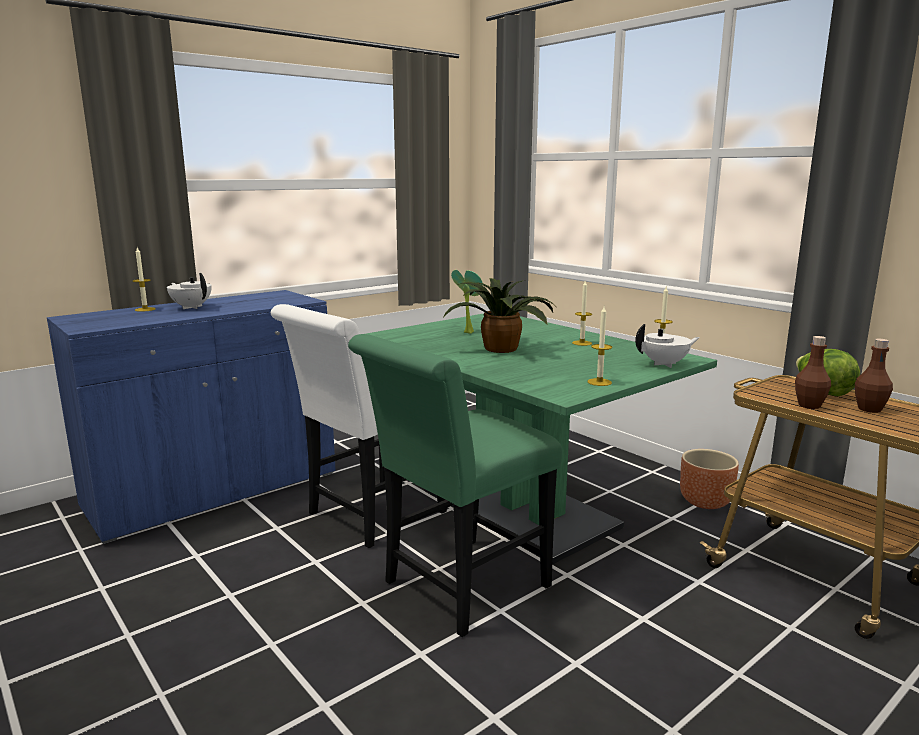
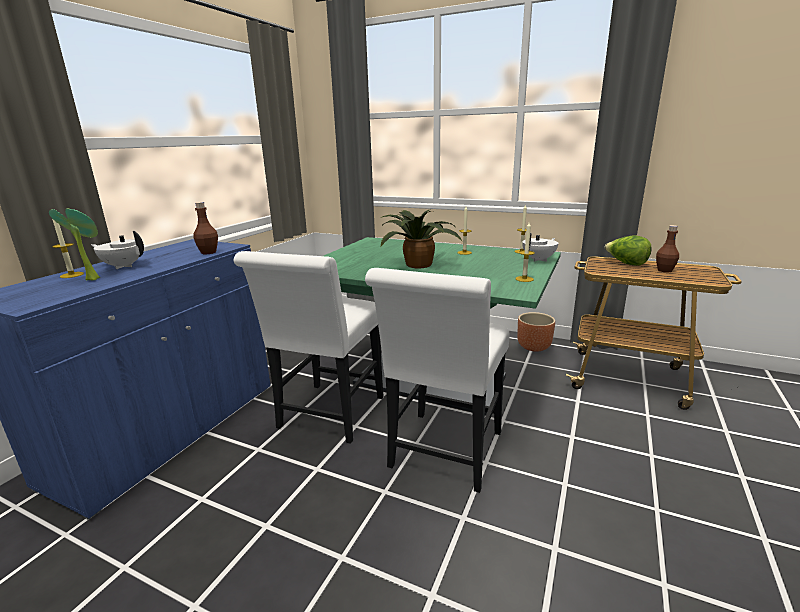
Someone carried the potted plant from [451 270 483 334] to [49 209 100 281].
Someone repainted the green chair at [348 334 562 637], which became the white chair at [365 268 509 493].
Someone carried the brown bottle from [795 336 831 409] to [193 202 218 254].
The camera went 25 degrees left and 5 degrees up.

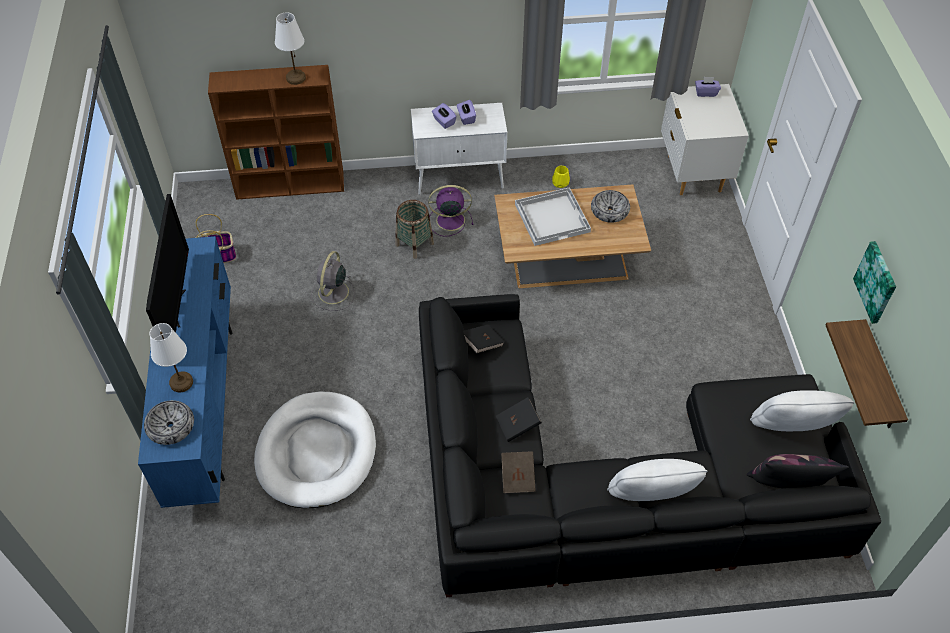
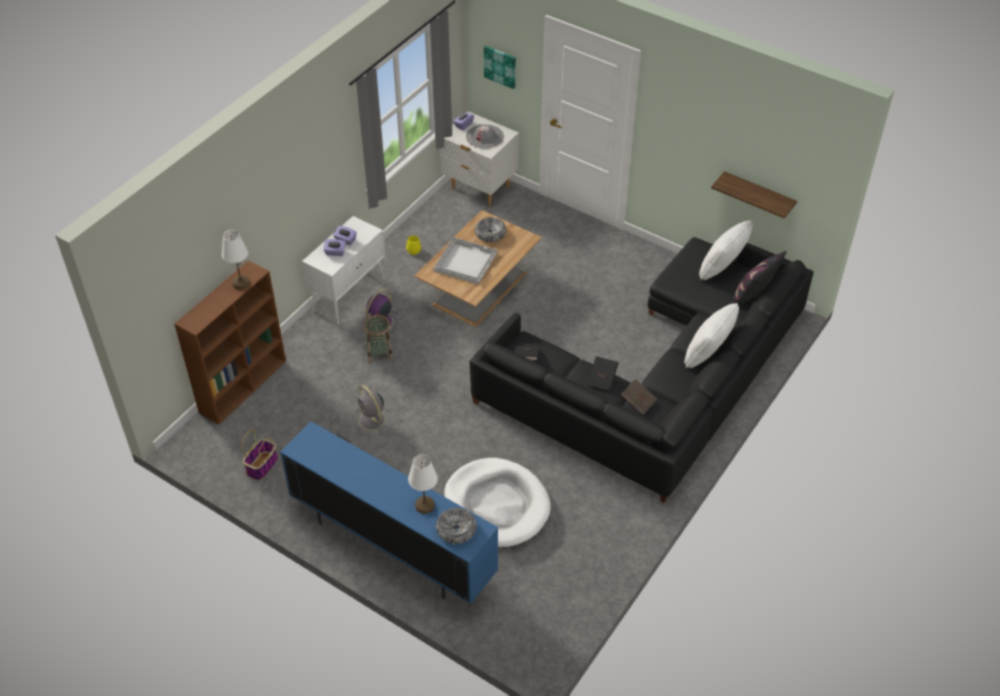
Someone took away the television at [146 194 189 333].
Someone carried the picture from [853 241 896 324] to [484 46 516 89].
Someone put down the grey hat at [466 124 504 149].
The camera went 50 degrees left and 5 degrees down.

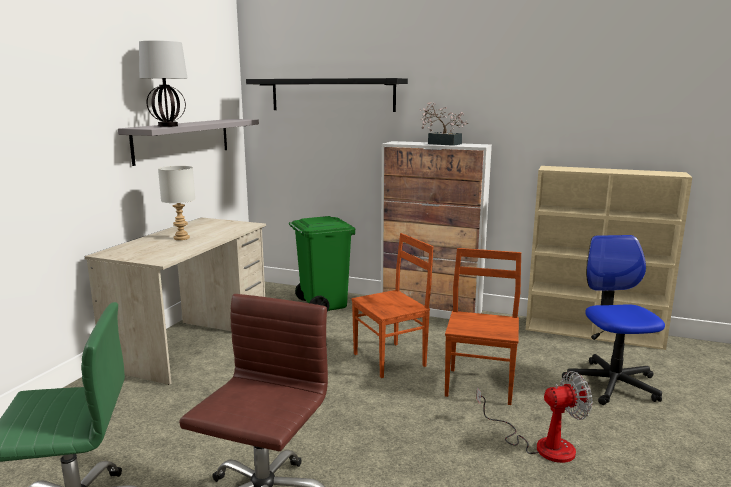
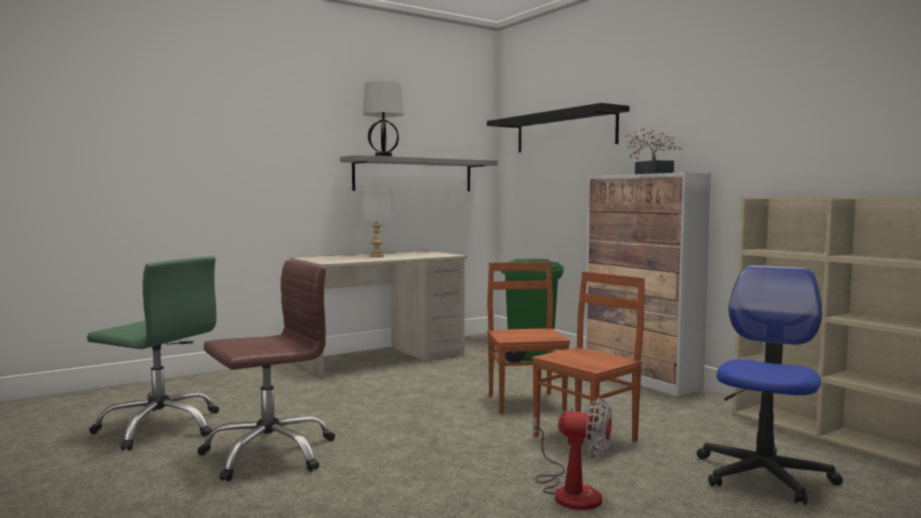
Someone rotated the brown chair at [351 233 434 378] by 105 degrees counterclockwise.
The camera went 35 degrees right and 10 degrees down.

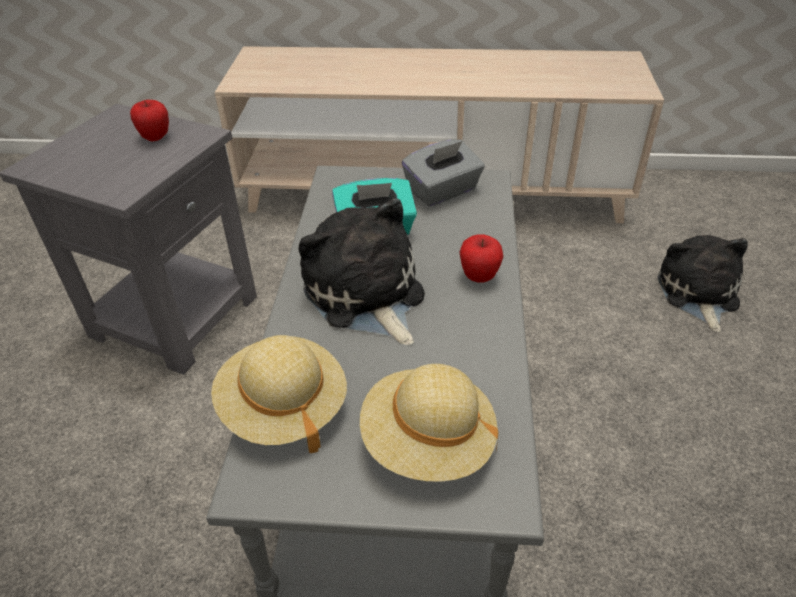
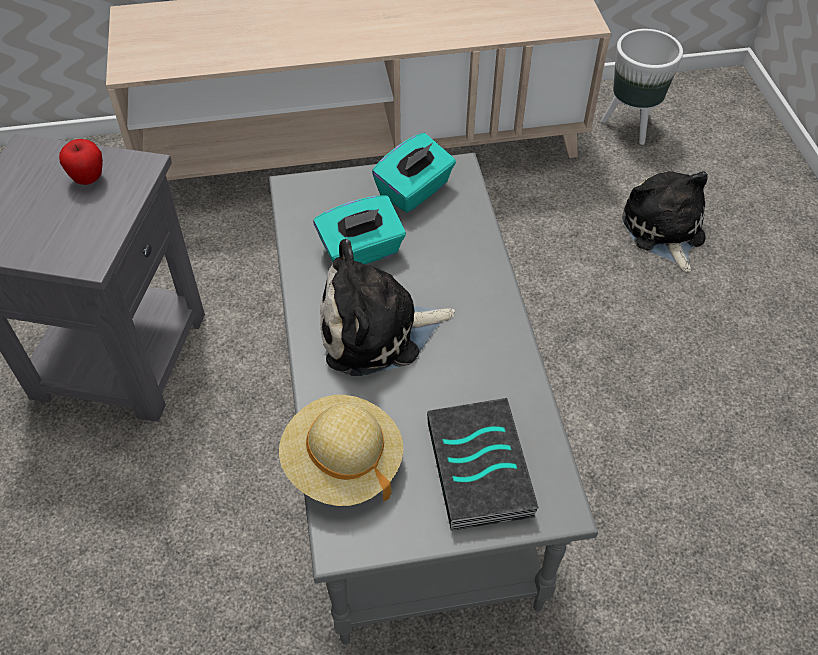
Someone repainted the grey tissue box at [402 139 485 206], which became the turquoise tissue box at [372 133 456 213].
Someone rotated the plush toy at [298 197 425 345] by 60 degrees counterclockwise.
Someone took away the apple at [459 234 504 282].
Someone swapped the beige hat at [360 364 499 482] for the book at [427 398 539 531].
Someone put down the white planter at [601 29 683 145].
The camera went 15 degrees left and 10 degrees up.

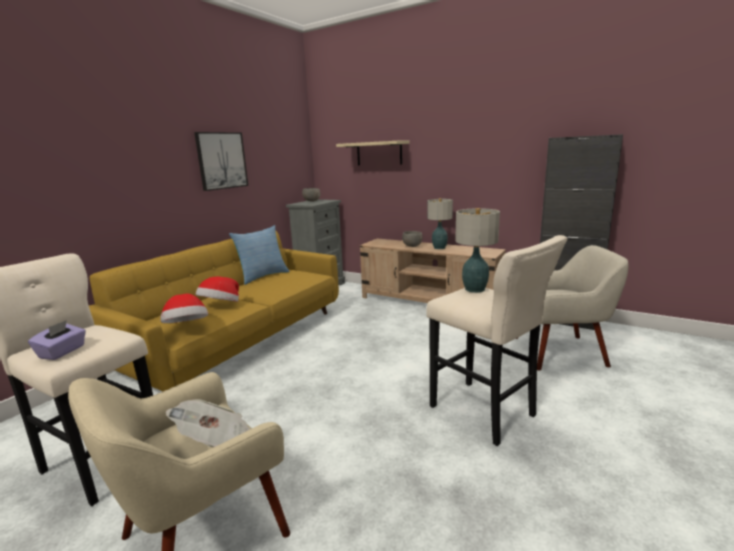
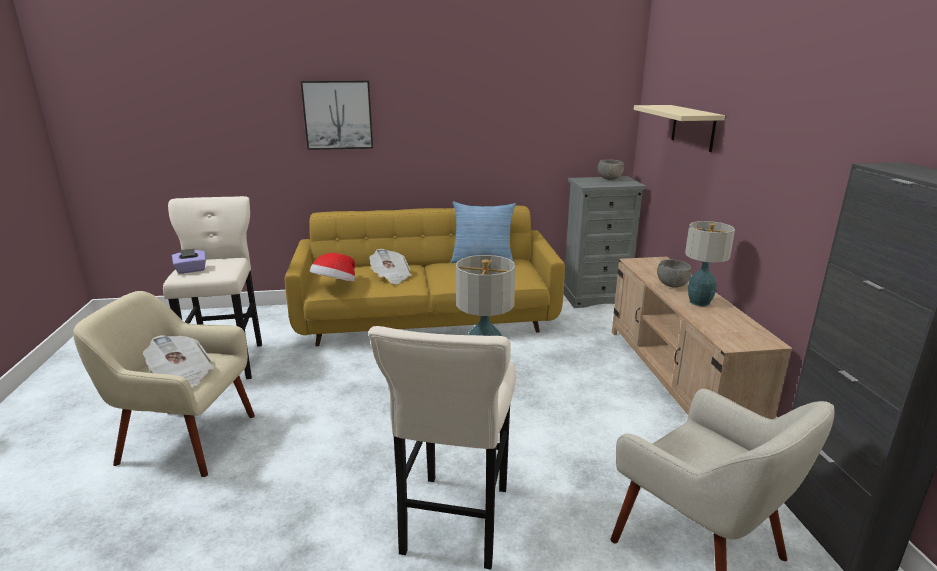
Someone carried the picture from [194 132 248 191] to [300 81 373 150].
Someone swapped the hat at [196 277 239 302] for the newspaper at [369 249 412 285].
The camera went 50 degrees right and 5 degrees up.

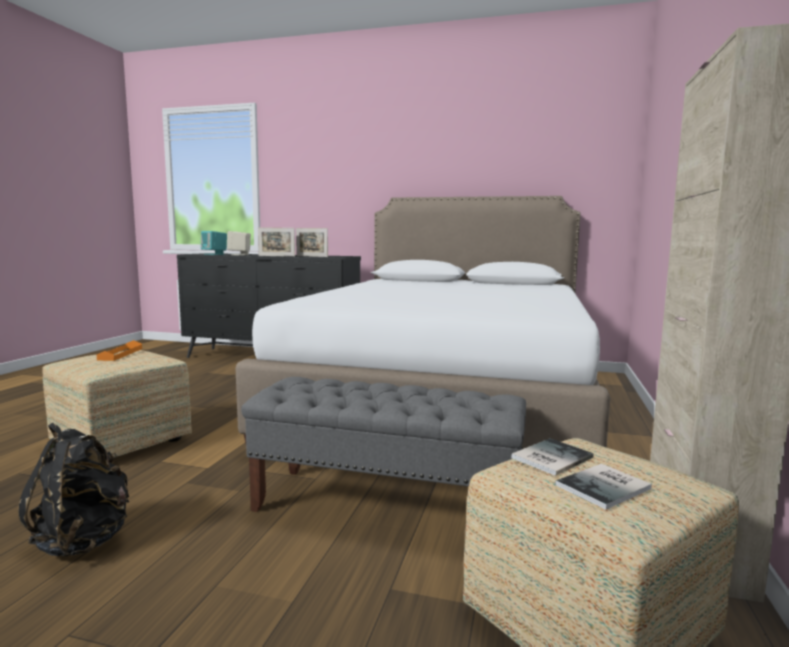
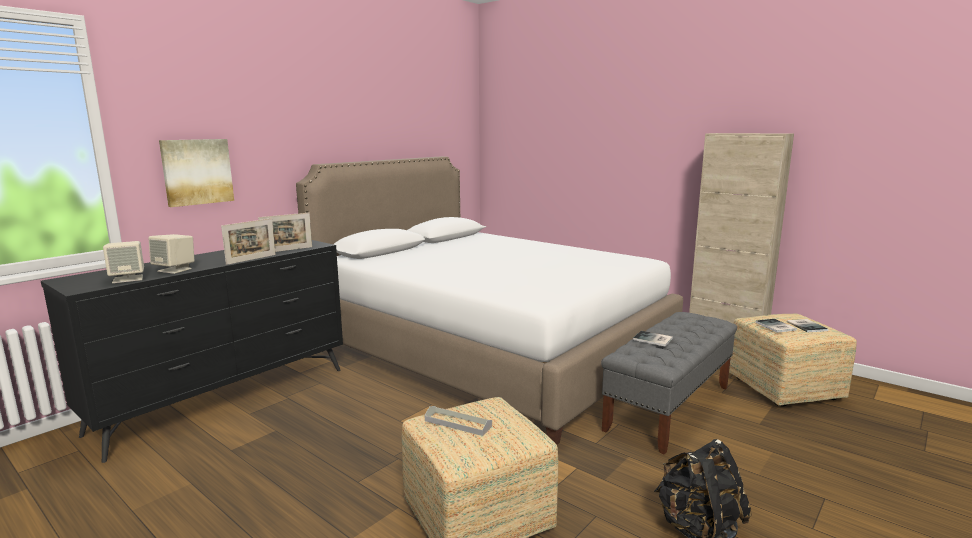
Someone repainted the turquoise speaker at [201 231 227 255], which became the beige speaker at [103 241 144 283].
Someone repainted the orange tray at [97 340 142 361], which became the grey tray at [425 406 492 436].
Someone put up the picture at [159 139 234 207].
Someone put down the book at [633 331 673 347].
The camera went 65 degrees left and 5 degrees up.

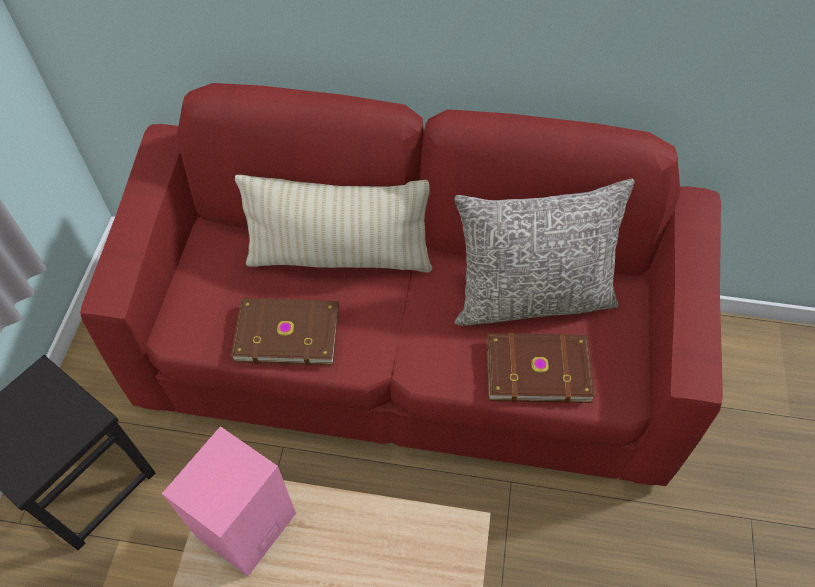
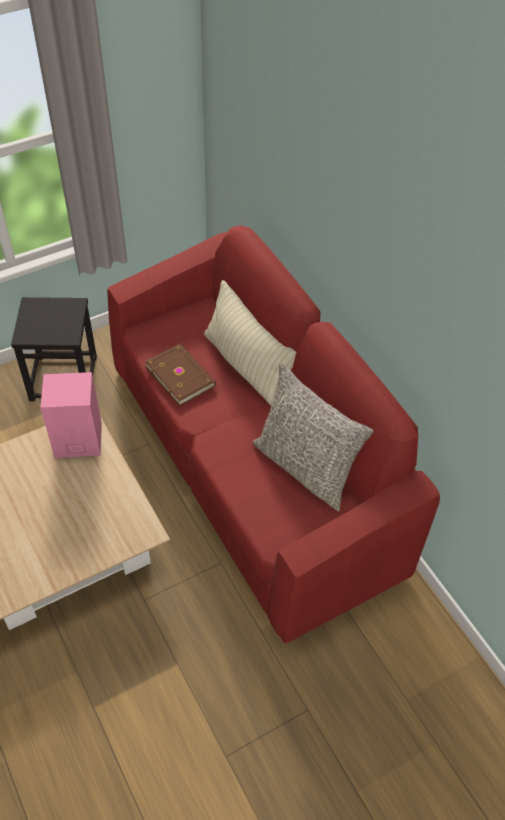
Someone took away the brown book at [487 333 595 403].
The camera went 50 degrees right and 5 degrees down.

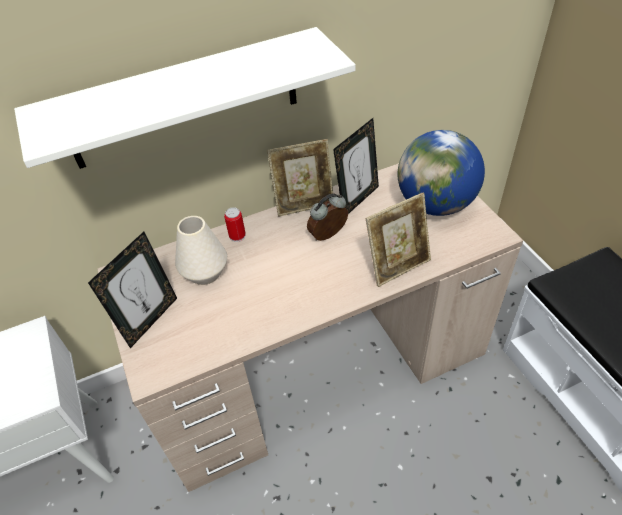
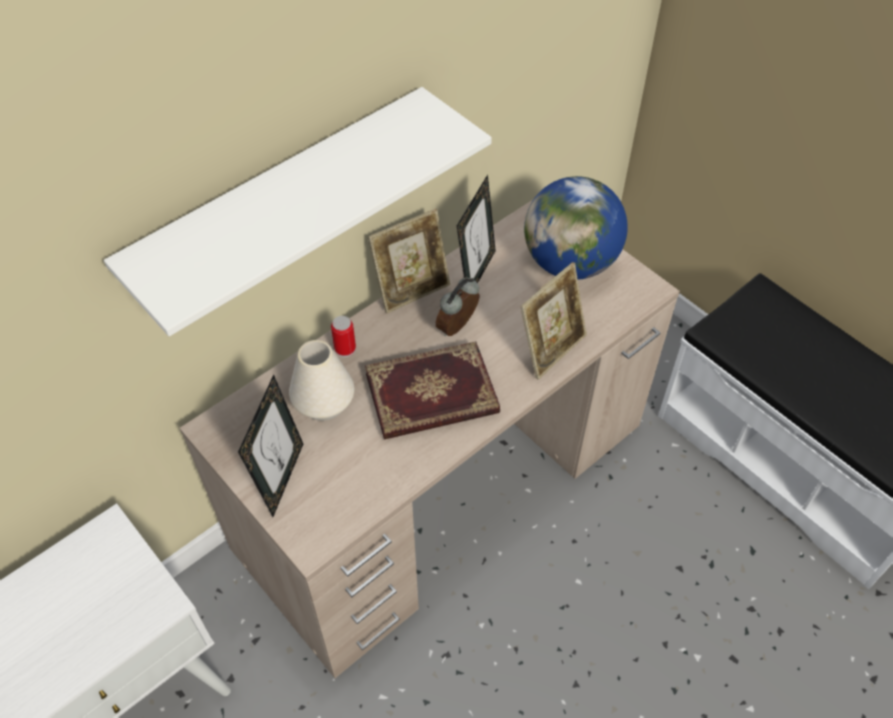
Someone put down the book at [365 341 500 440].
The camera went 20 degrees left and 5 degrees up.

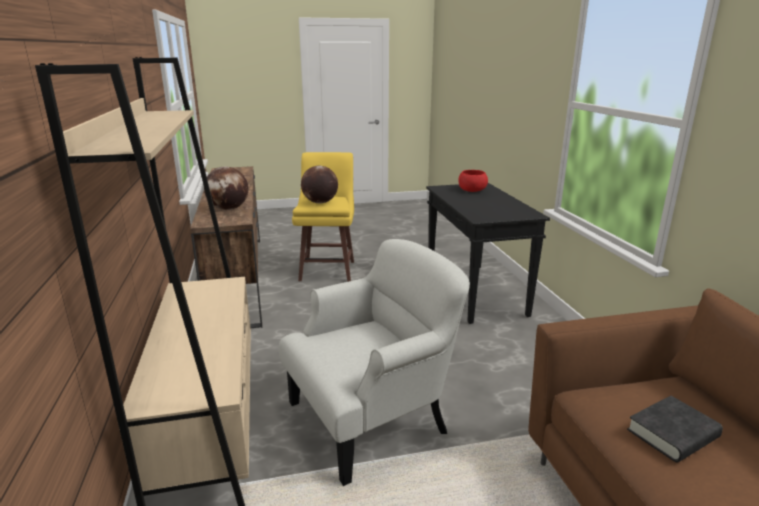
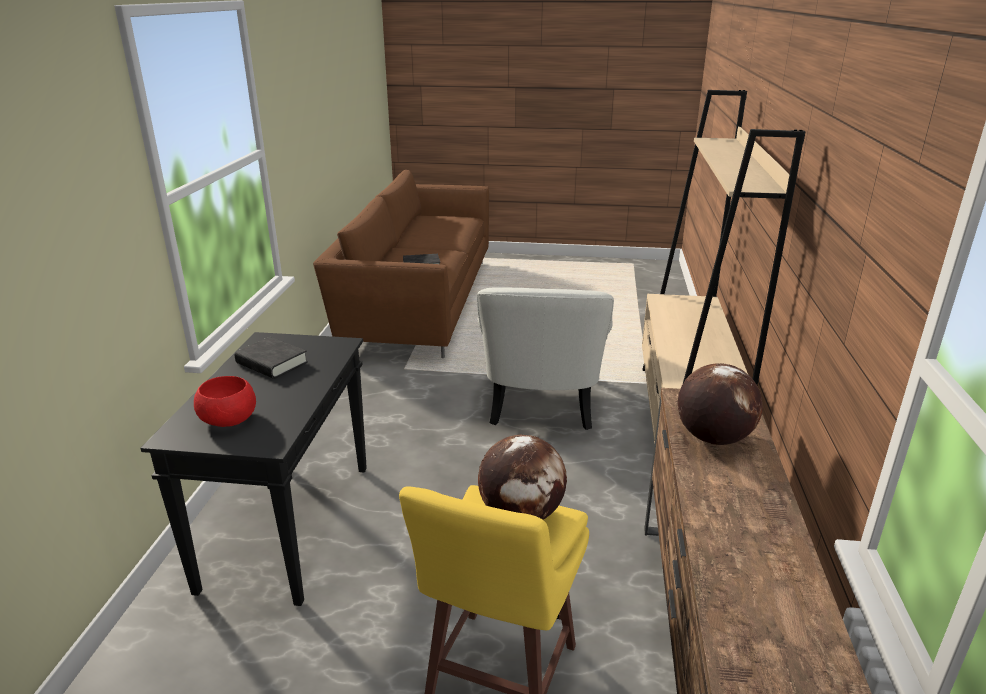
Someone rotated the white armchair at [279 239 470 486] by 75 degrees counterclockwise.
Someone put down the black book at [235 337 308 379].
The camera went 160 degrees left and 5 degrees up.

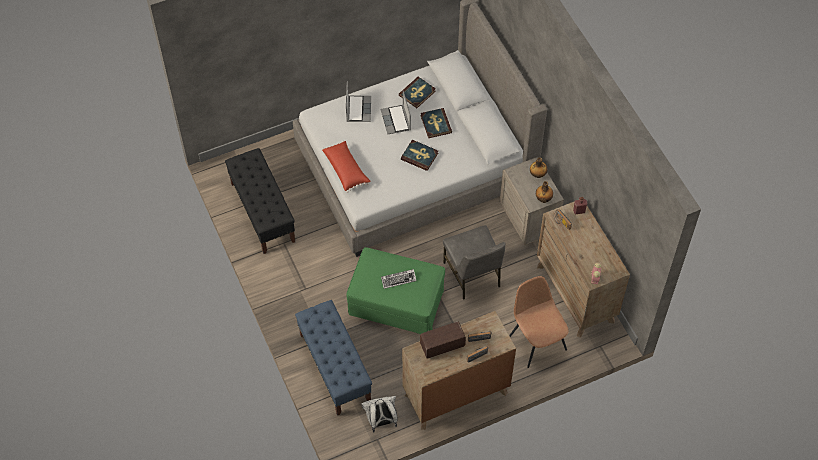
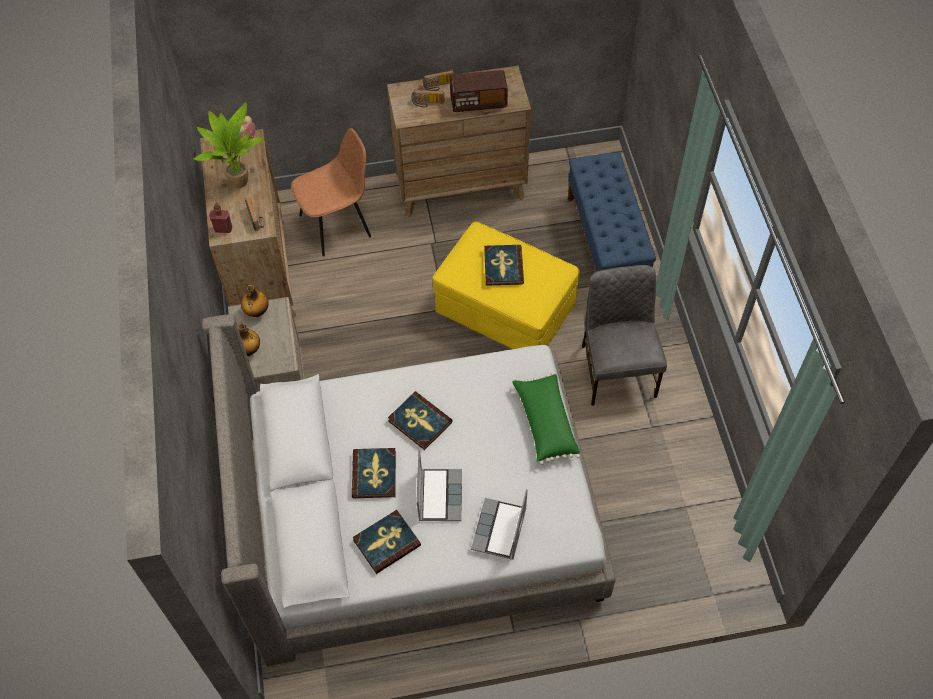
Someone repainted the red pillow at [322 141 370 193], which became the green pillow at [512 372 580 465].
Someone took away the black bench at [225 148 295 254].
Someone carried the grey chair from [443 225 505 300] to [582 265 667 406].
Someone repainted the green ottoman at [347 247 445 334], which became the yellow ottoman at [433 222 580 349].
Someone swapped the keyboard at [381 269 417 289] for the book at [484 245 524 286].
Someone rotated the brown chair at [509 276 569 368] by 105 degrees counterclockwise.
Someone took away the white backpack at [361 396 397 433].
Someone put down the potted plant at [193 102 264 188].
The camera went 165 degrees left and 0 degrees up.

